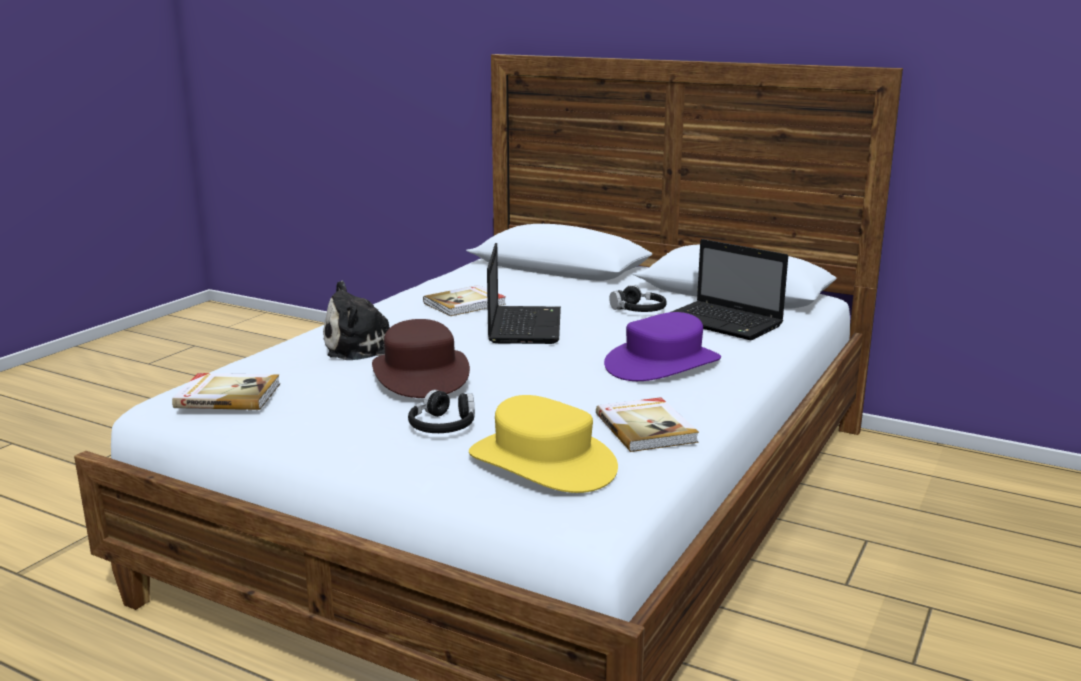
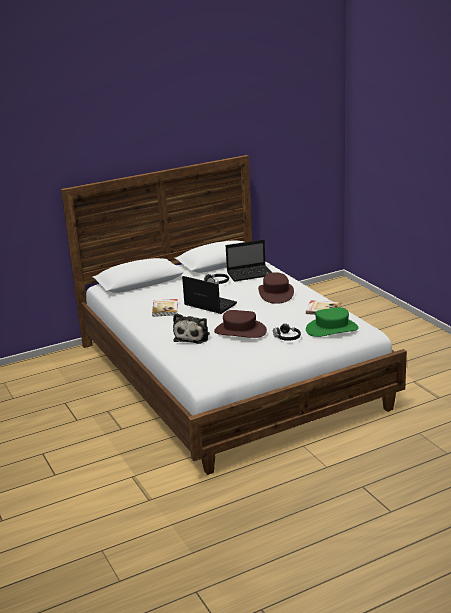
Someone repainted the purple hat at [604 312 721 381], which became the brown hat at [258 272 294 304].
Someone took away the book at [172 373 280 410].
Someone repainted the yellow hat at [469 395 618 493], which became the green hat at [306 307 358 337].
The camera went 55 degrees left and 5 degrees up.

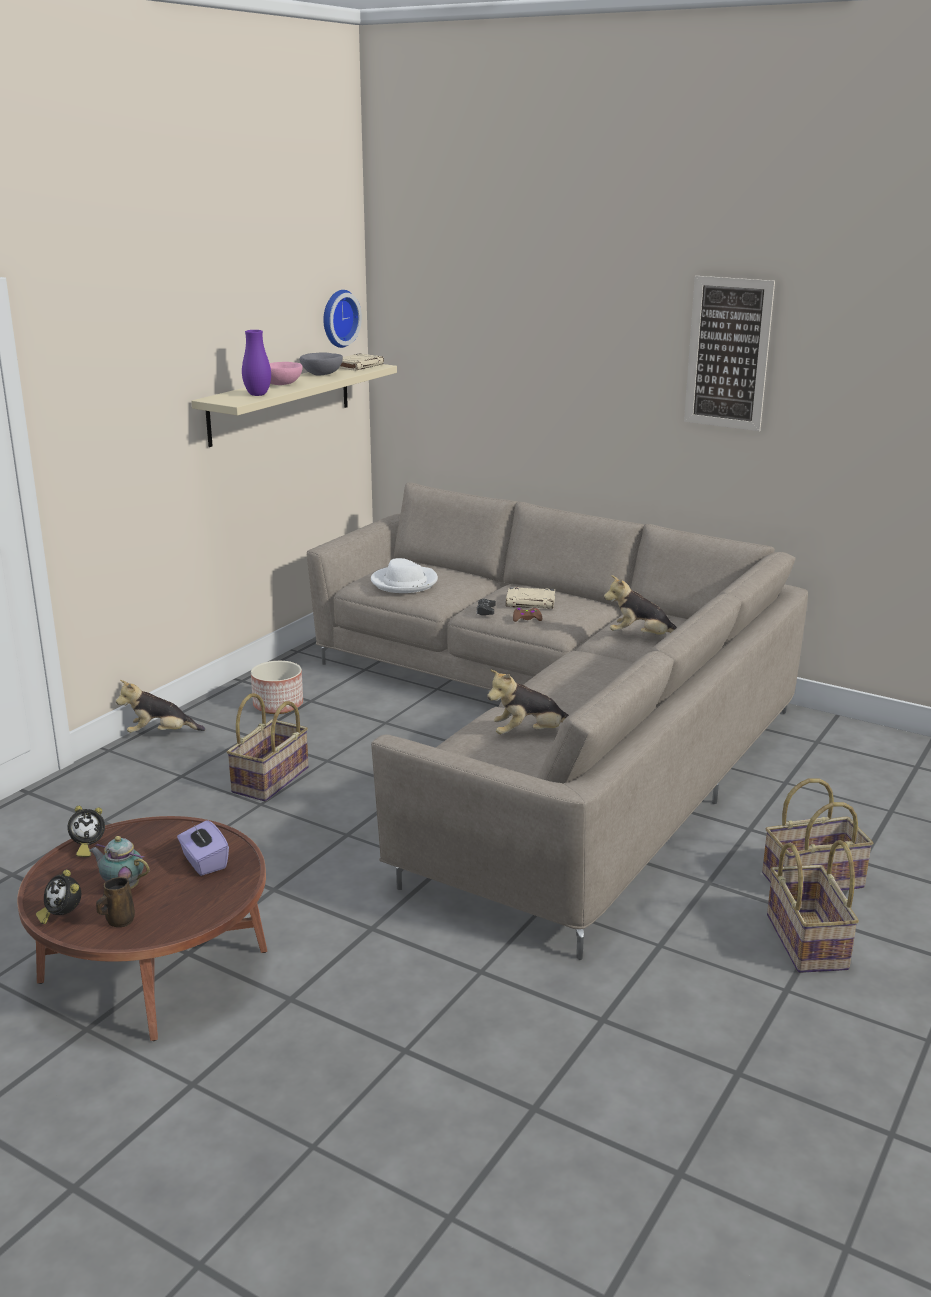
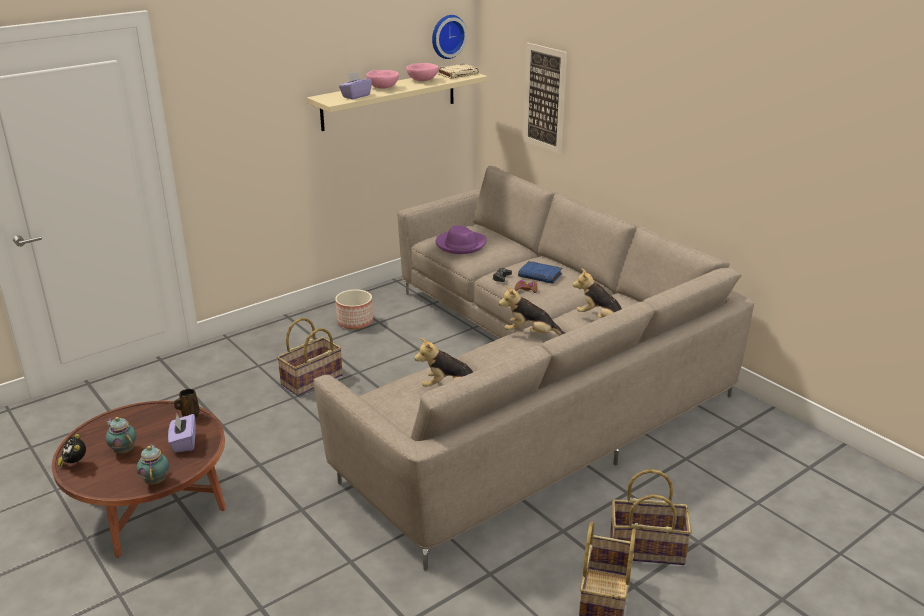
Someone carried the picture from [684 276 775 431] to [523 42 567 154].
Someone swapped the purple vase at [242 330 271 396] for the purple tissue box at [339 72 372 99].
Someone repainted the grey bowl at [300 352 343 375], which became the pink bowl at [406 63 439 81].
Someone repainted the white hat at [371 558 438 593], which became the purple hat at [436 226 487 254].
Someone repainted the beige book at [506 587 555 609], which became the blue book at [518 261 562 284].
Someone carried the plush toy from [116 680 205 733] to [499 285 566 335].
Someone took away the alarm clock at [67 806 105 857].
Someone carried the brown mug from [96 877 135 927] to [174 389 199 418].
Someone put down the teapot at [136 444 169 484].
The camera went 20 degrees right and 5 degrees up.

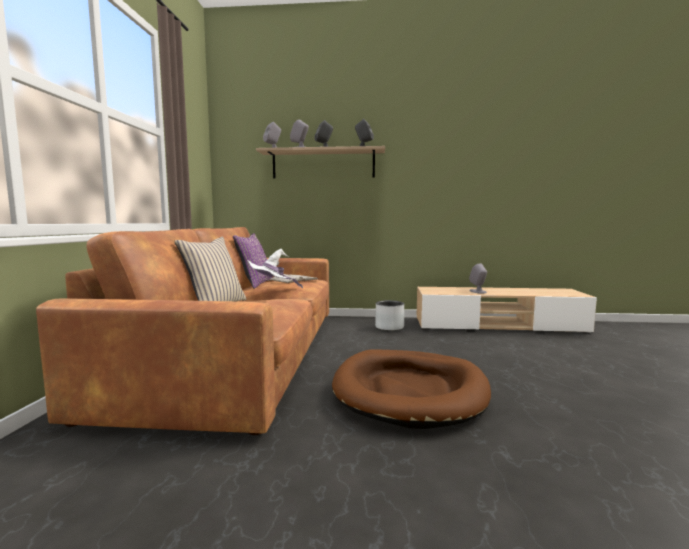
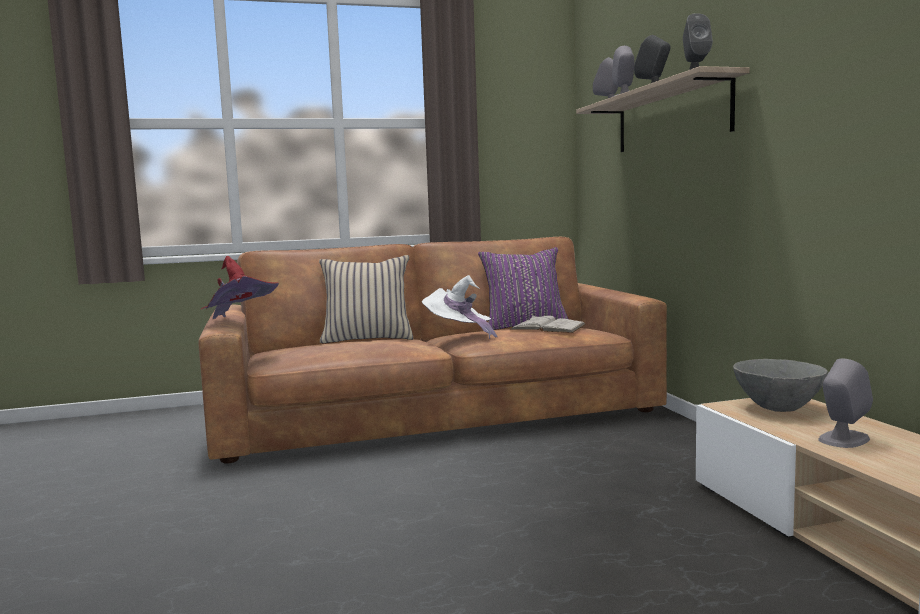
Someone took away the grey planter at [375 300 404 331].
Someone took away the brown dog bed at [332 349 491 429].
Someone put down the red hat at [200 256 279 319].
Someone put down the grey bowl at [733 359 828 412].
The camera went 70 degrees right and 0 degrees up.

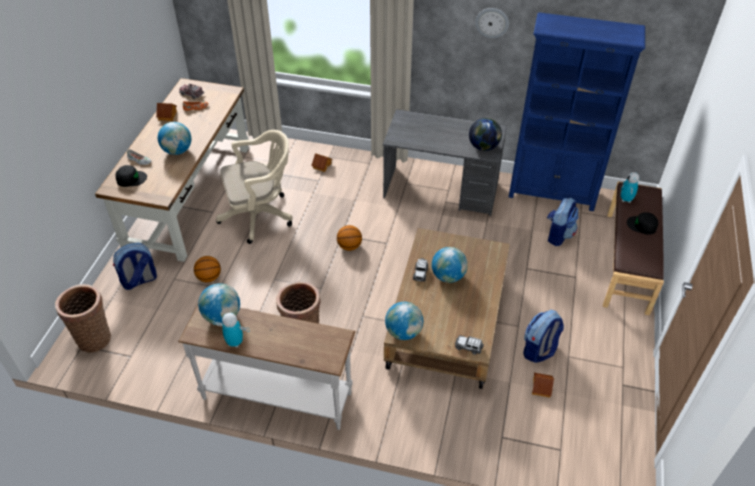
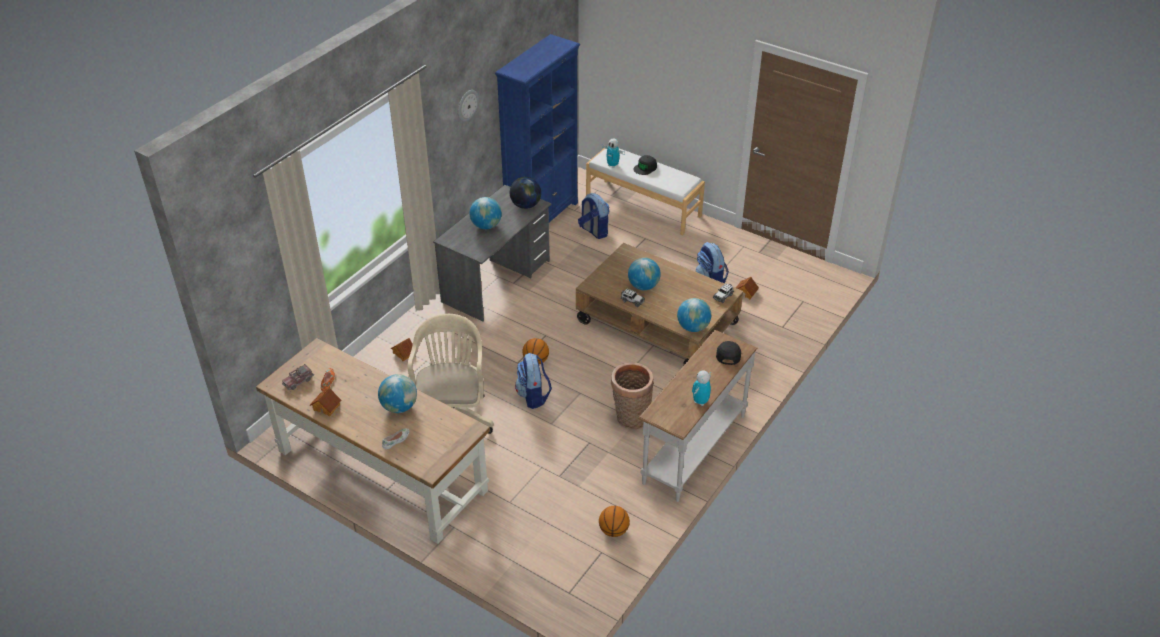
Someone carried the black cap from [115 165 147 187] to [716 341 741 365].
Someone repainted the brown bench at [603 182 664 316], which became the white bench at [586 147 705 236].
Someone carried the backpack from [113 242 157 290] to [515 353 552 409].
Someone carried the basketball from [194 256 221 282] to [599 506 630 537].
Someone carried the globe from [198 283 240 324] to [470 197 502 229].
Someone took away the basket at [55 284 111 353].
The camera went 70 degrees left and 5 degrees down.

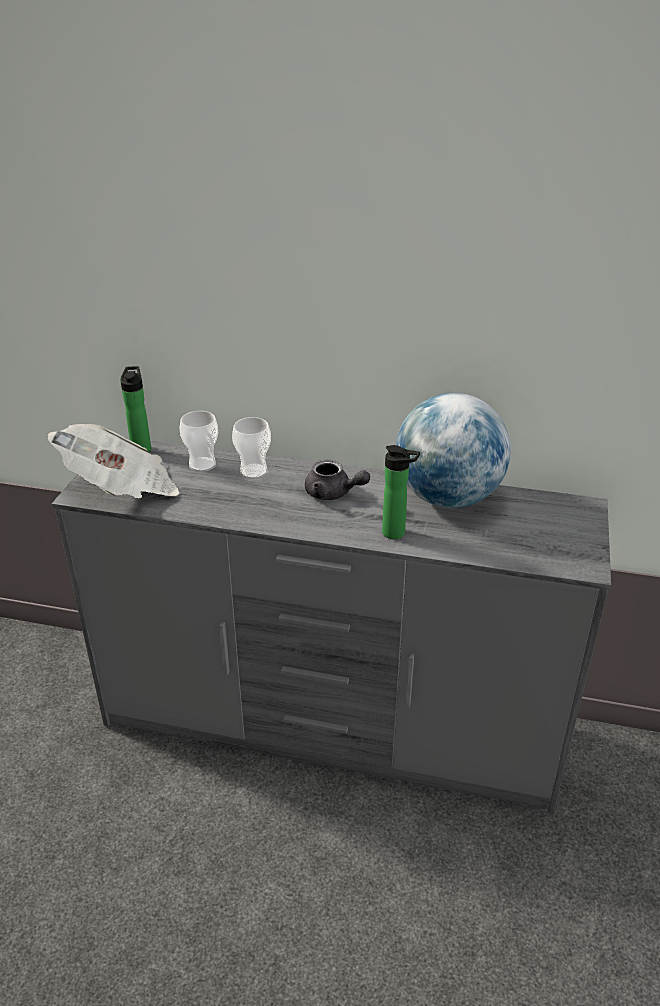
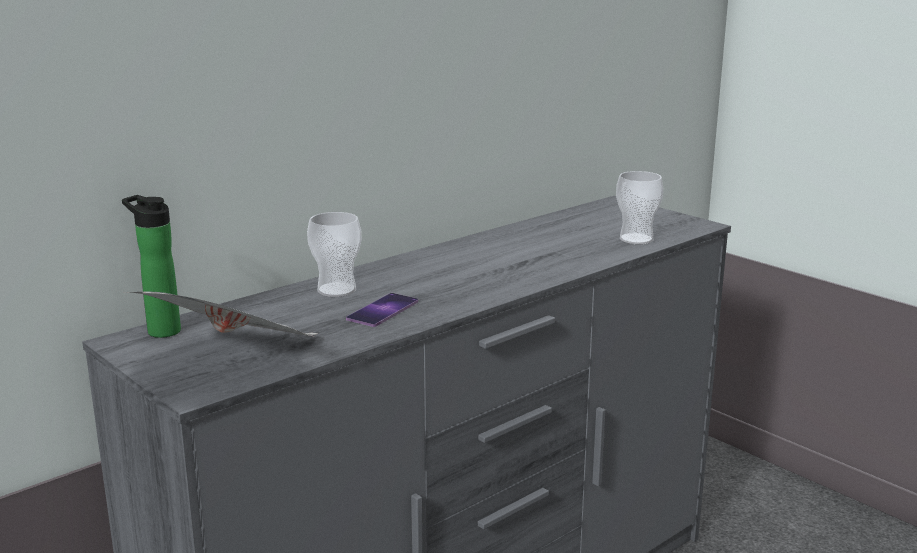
Someone took away the globe at [396 393 511 508].
Someone carried the cup from [180 411 218 472] to [616 171 663 244].
Someone took away the bottle at [382 445 420 539].
Someone took away the grey teapot at [305 460 370 500].
Someone put down the phone at [346 293 418 327].
The camera went 55 degrees left and 15 degrees down.

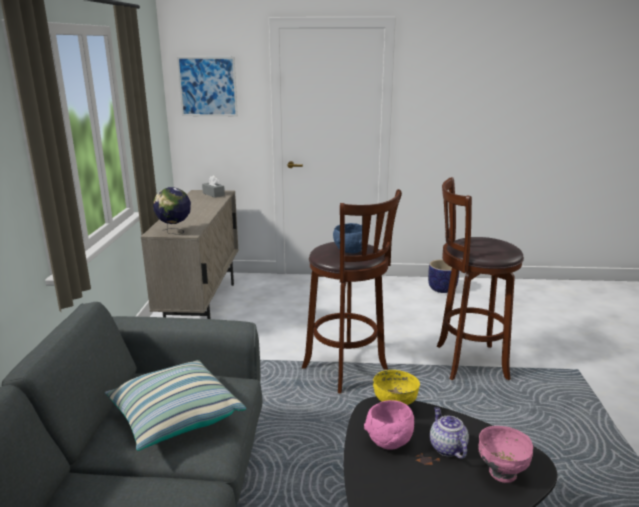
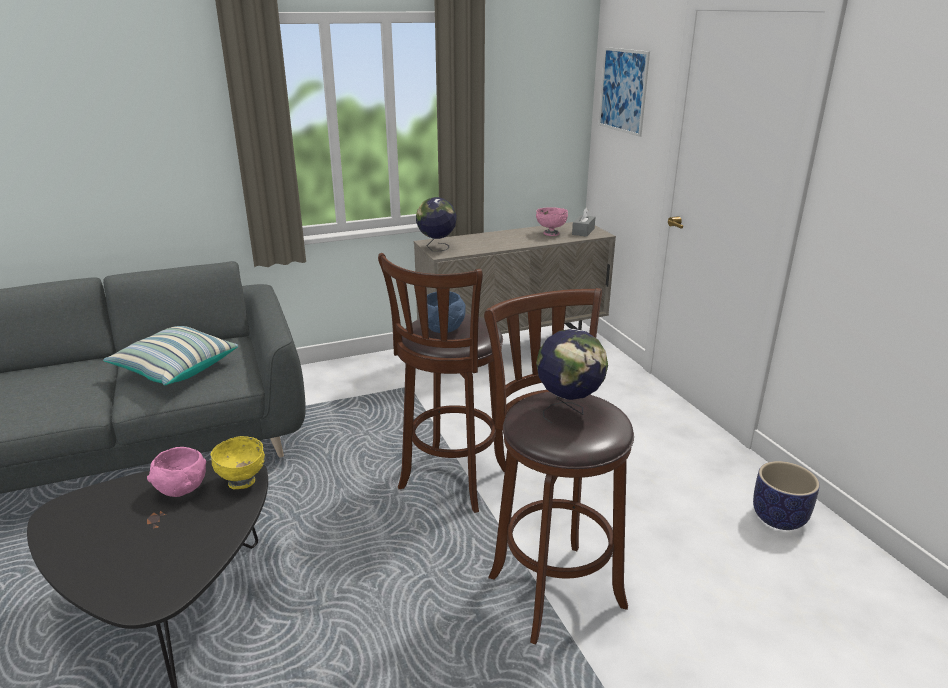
Someone took away the teapot at [430 407 469 459].
Someone carried the pink bowl from [478 426 533 483] to [536 207 568 236].
Someone put down the globe at [536 329 608 423].
The camera went 65 degrees right and 5 degrees up.

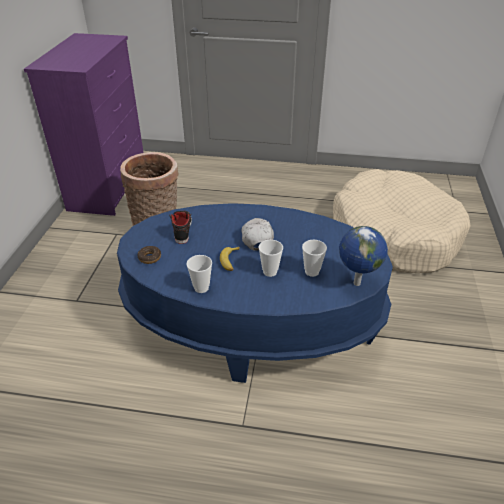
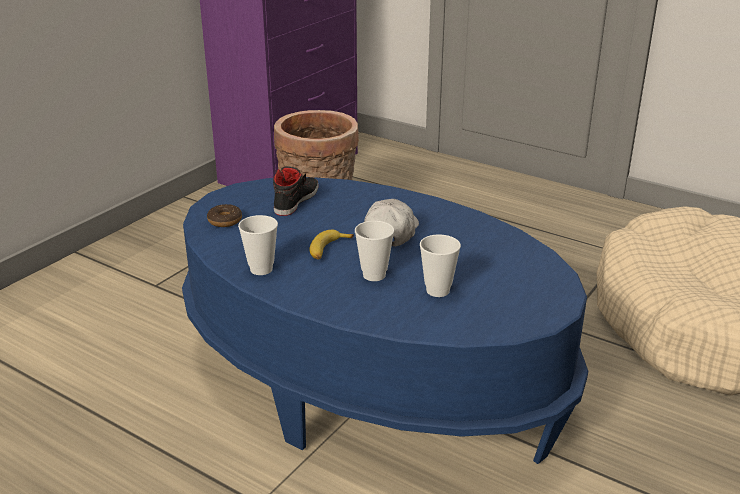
Someone took away the globe at [339 226 388 286].
The camera went 25 degrees right and 10 degrees down.

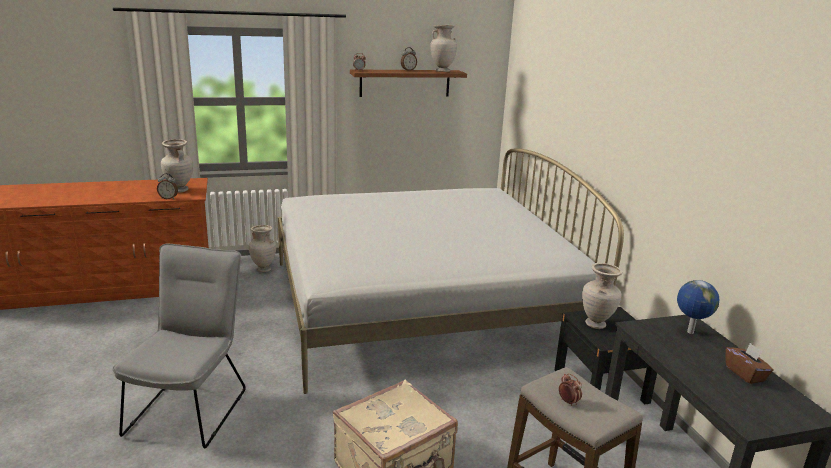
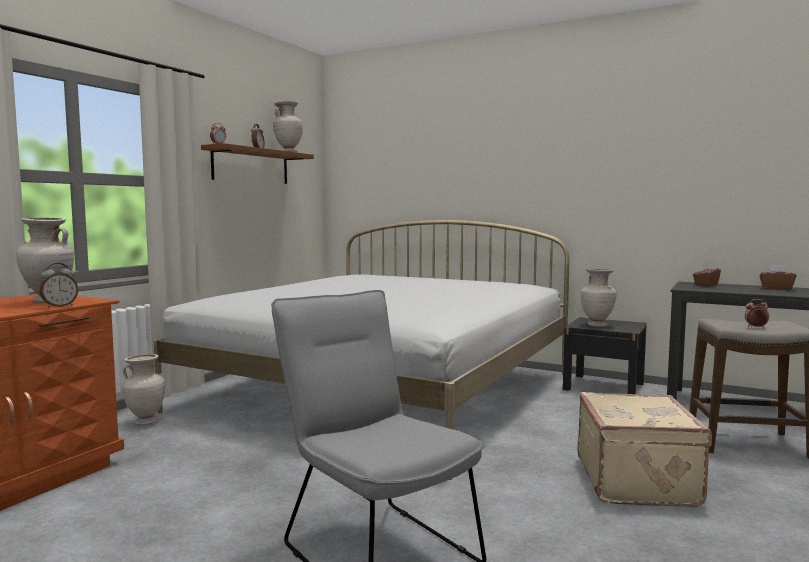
Someone swapped the globe at [677 280 719 334] for the brown tissue box at [693 262 721 286].
The camera went 45 degrees left and 15 degrees down.

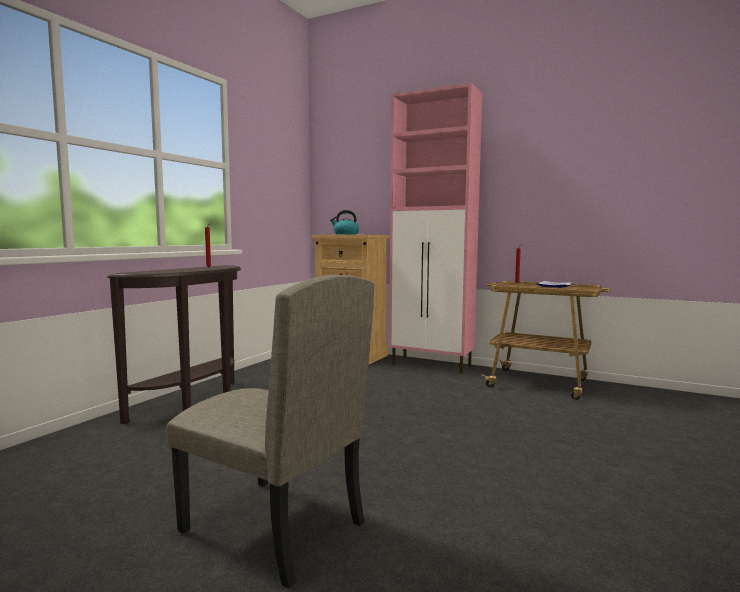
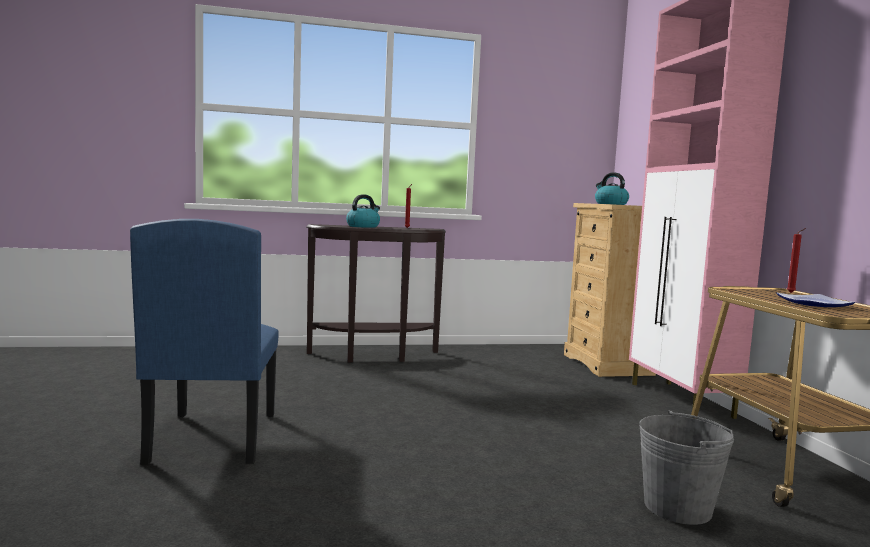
Someone repainted the beige chair at [166 275 374 588], which became the blue chair at [130 219 279 465].
Someone put down the kettle at [346 194 380 228].
Someone put down the grey bucket at [639 410 734 525].
The camera went 50 degrees right and 0 degrees up.

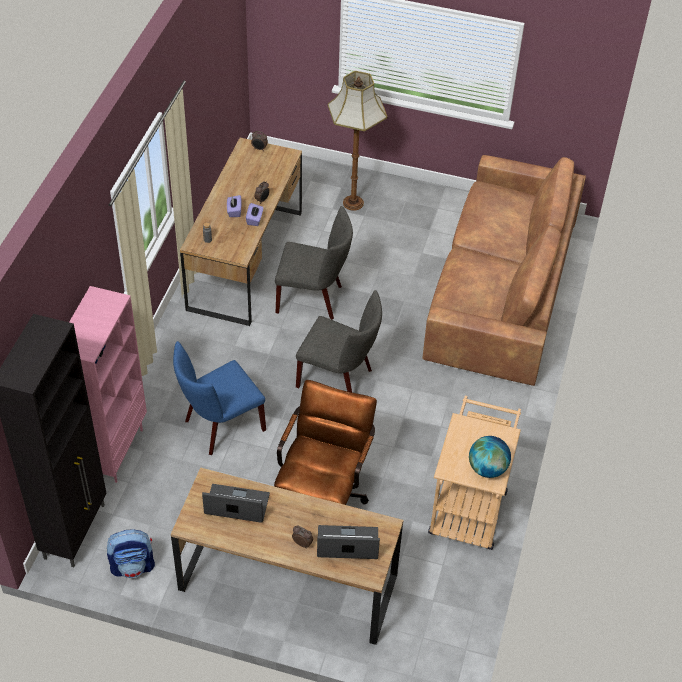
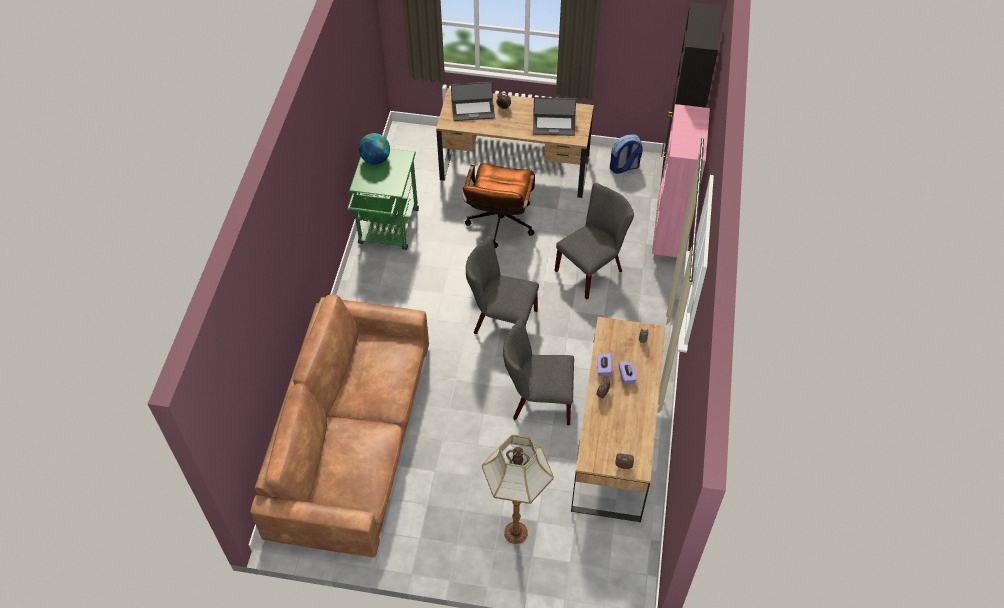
Someone repainted the blue chair at [173 341 266 455], which became the grey chair at [554 183 634 300].
Someone repainted the beige cart at [428 396 521 550], which became the green cart at [347 149 419 250].
The camera went 175 degrees right and 5 degrees up.

